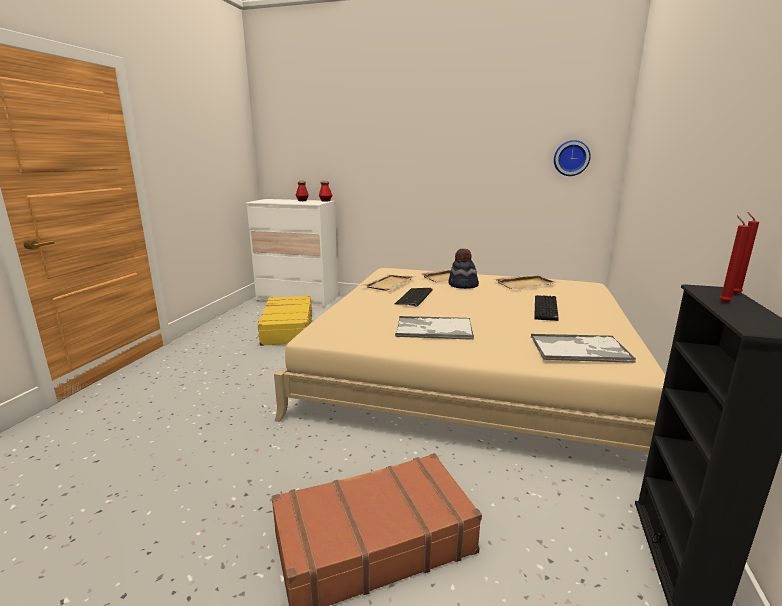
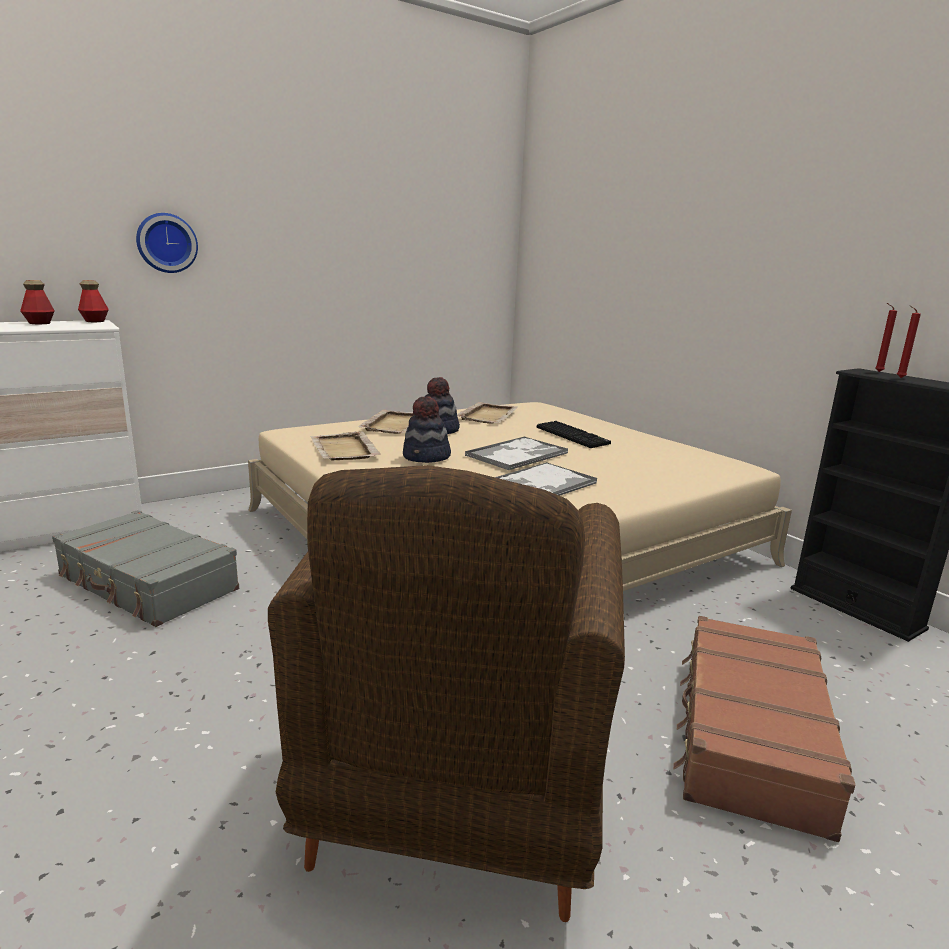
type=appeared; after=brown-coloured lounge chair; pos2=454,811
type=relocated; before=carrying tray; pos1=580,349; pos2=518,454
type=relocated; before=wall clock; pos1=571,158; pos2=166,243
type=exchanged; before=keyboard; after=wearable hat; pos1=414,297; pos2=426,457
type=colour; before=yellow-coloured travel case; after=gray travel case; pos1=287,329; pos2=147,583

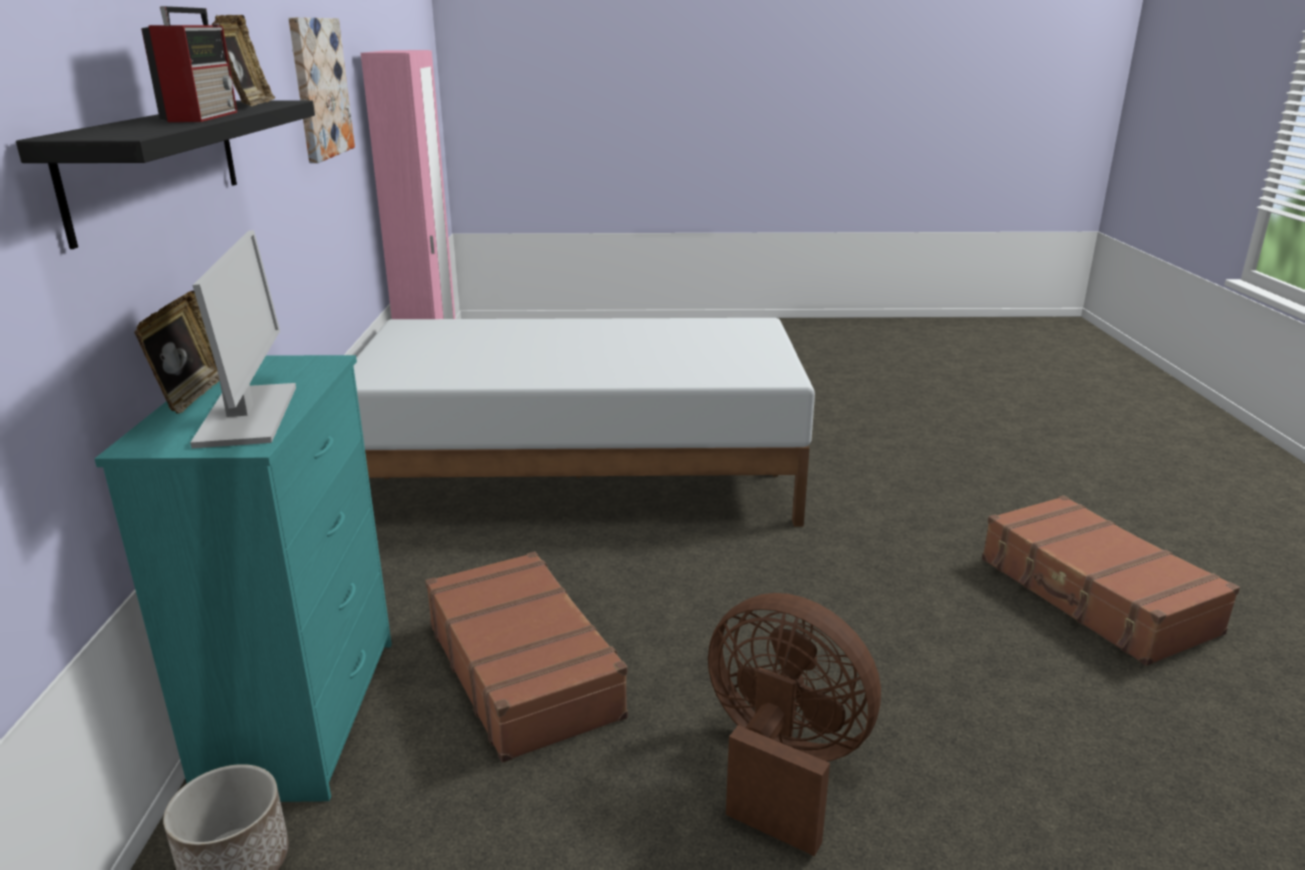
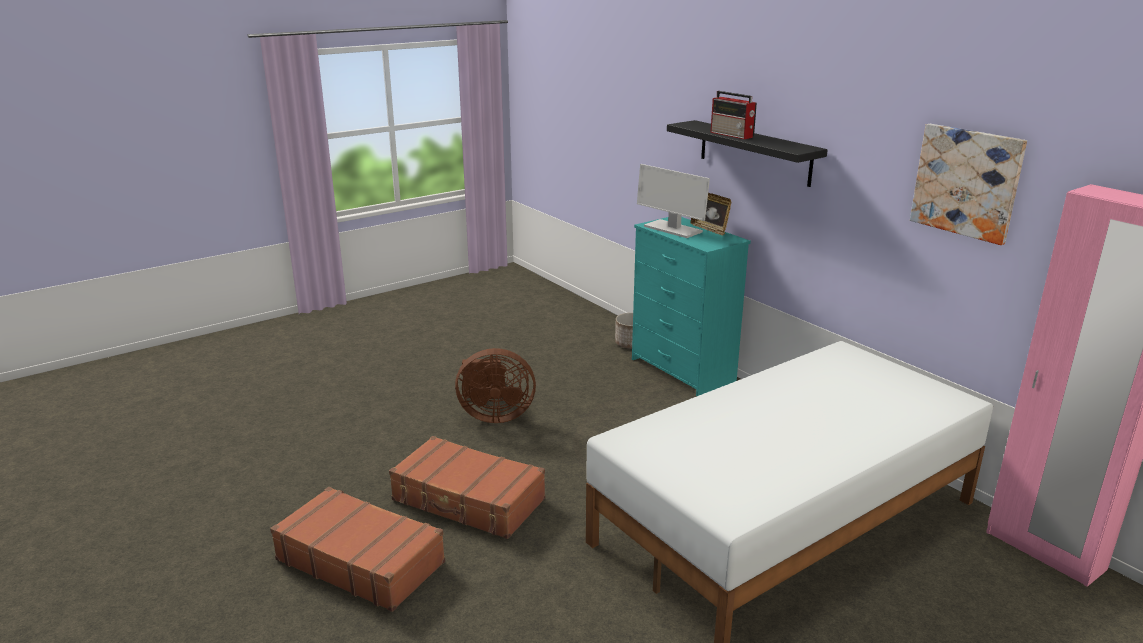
type=missing; before=standing frame; pos1=250,104
type=relocated; before=brown-coloured travel case; pos1=524,669; pos2=468,500

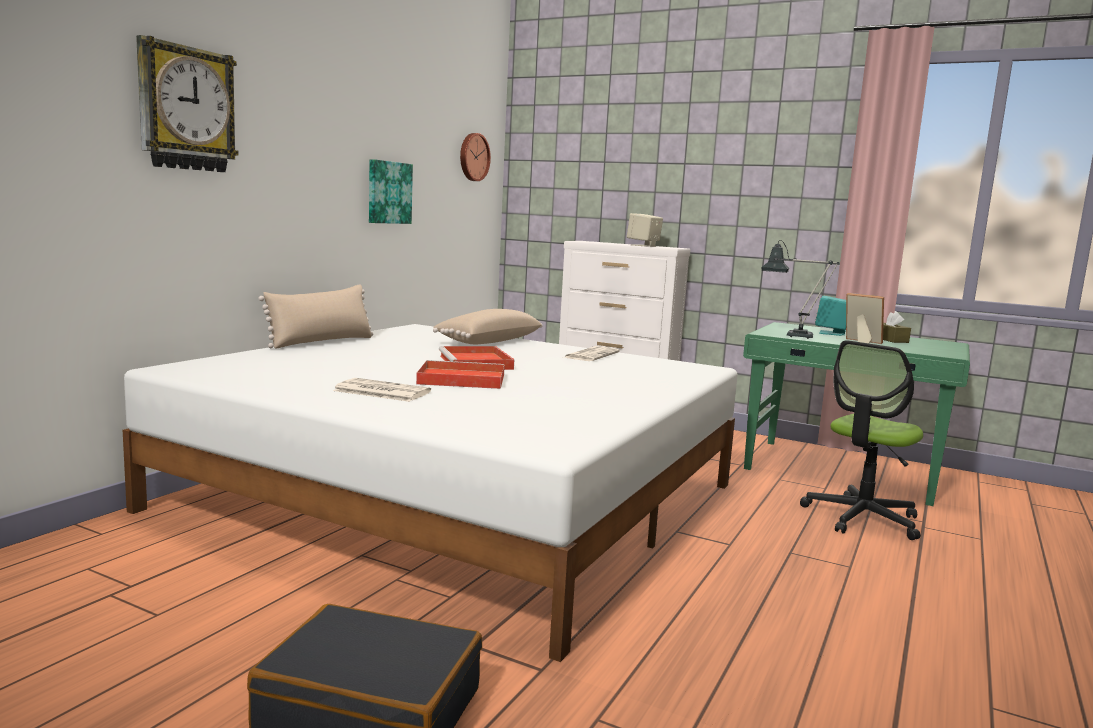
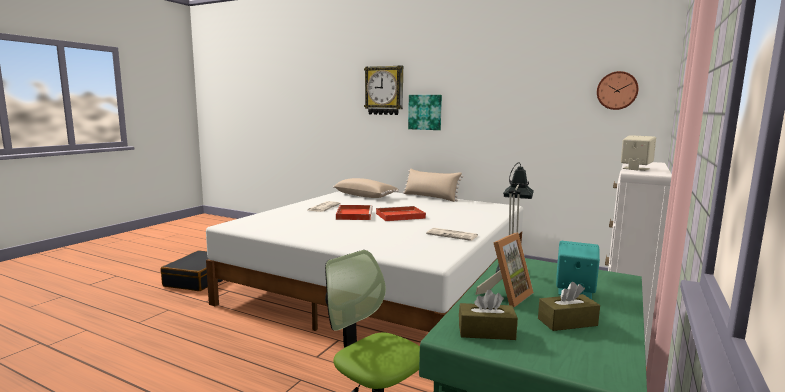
type=appeared; after=brown-coloured tissue holder; pos2=486,332
type=relocated; before=wall picture; pos1=388,192; pos2=425,112
type=relocated; before=beige cushion; pos1=488,341; pos2=365,196

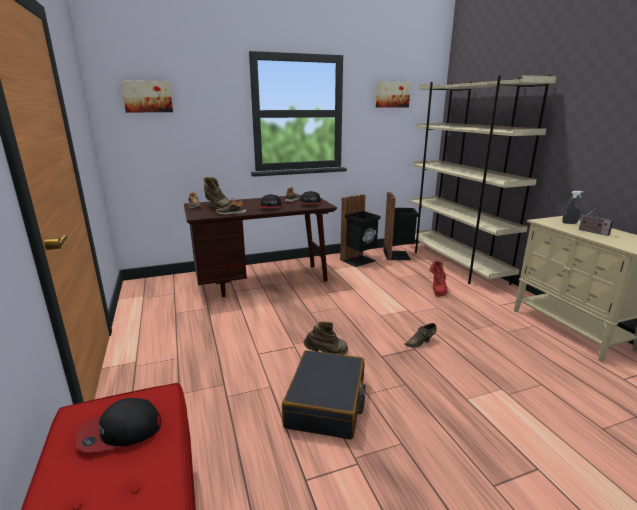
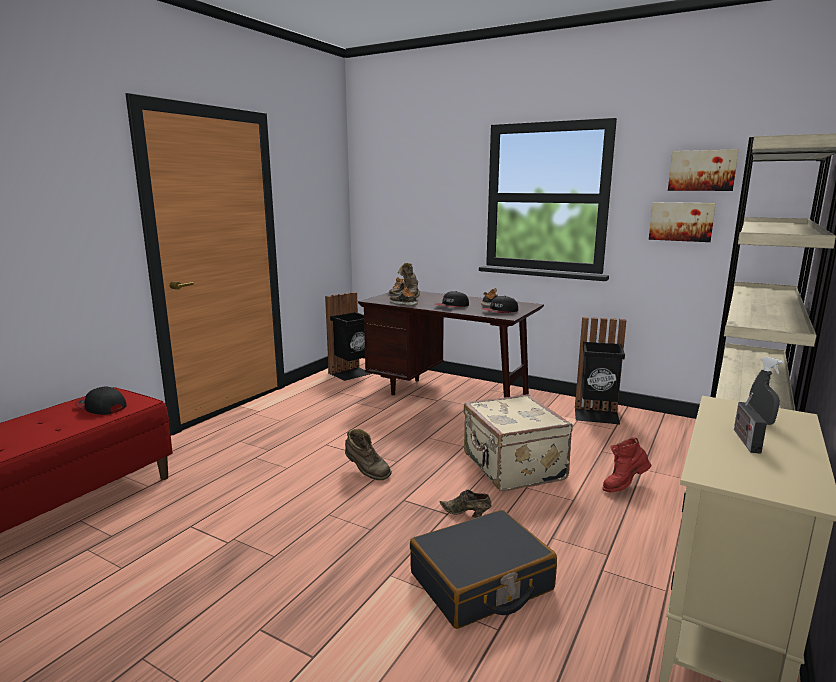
type=appeared; after=beige travel case; pos2=512,467
type=relocated; before=wall picture; pos1=147,96; pos2=681,221
type=relocated; before=black travel case; pos1=327,403; pos2=481,582
type=relocated; before=black trash can; pos1=398,255; pos2=352,373

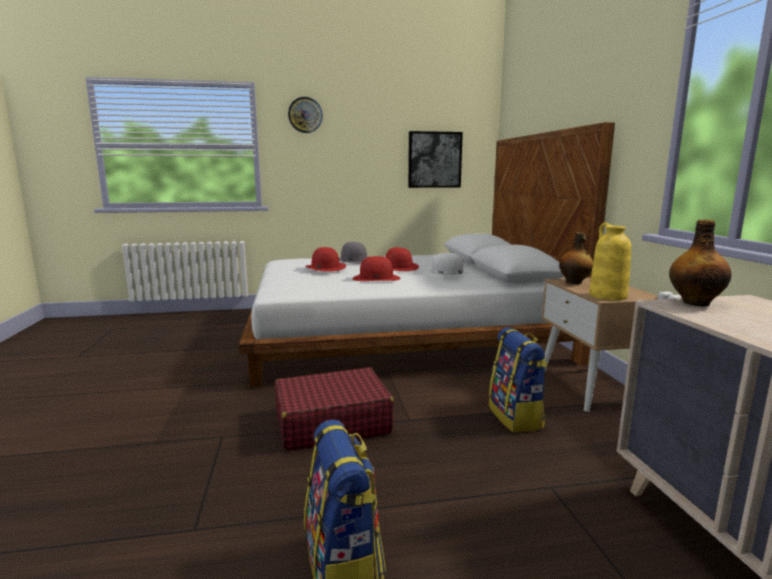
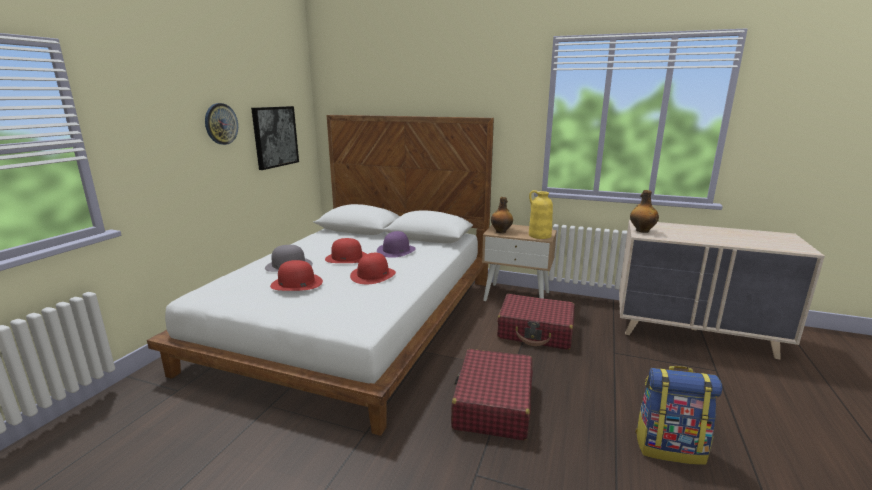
type=relocated; before=wall clock; pos1=305,115; pos2=221,124
type=exchanged; before=knapsack; after=reddish travel case; pos1=516,417; pos2=536,331
type=colour; before=white-coloured wearable hat; after=purple wearable hat; pos1=447,274; pos2=396,250

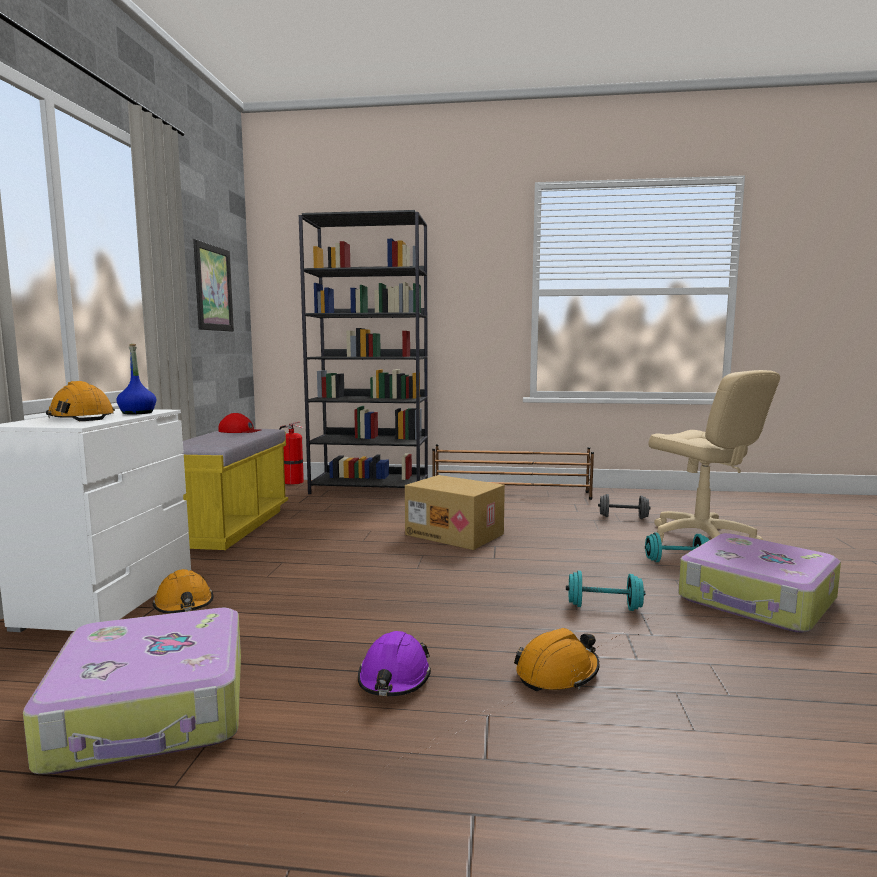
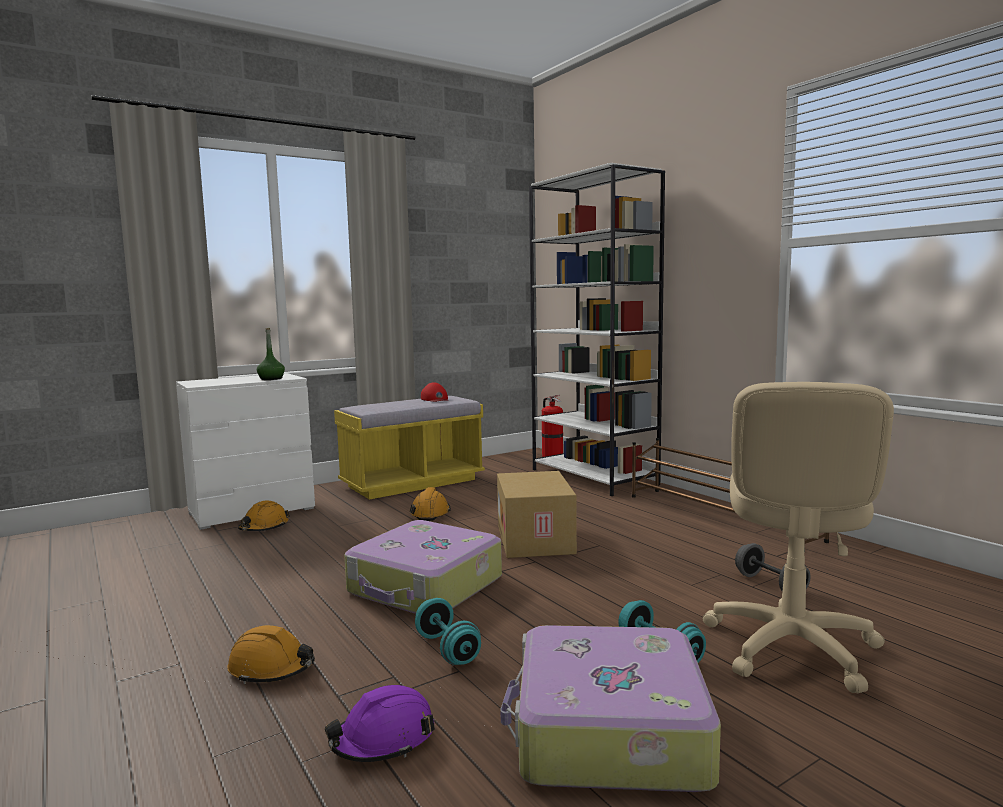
type=missing; before=wall picture; pos1=213,288
type=relocated; before=travel case; pos1=153,710; pos2=425,586
type=relocated; before=orangey hard hat; pos1=80,417; pos2=430,513
type=relocated; before=purple hard hat; pos1=394,679; pos2=383,740
type=colour; before=blue-coloured beverage bottle; after=greenish beverage bottle; pos1=137,413; pos2=271,379
type=colour; before=black bookshelf; after=white-coloured bookshelf; pos1=370,489; pos2=594,477

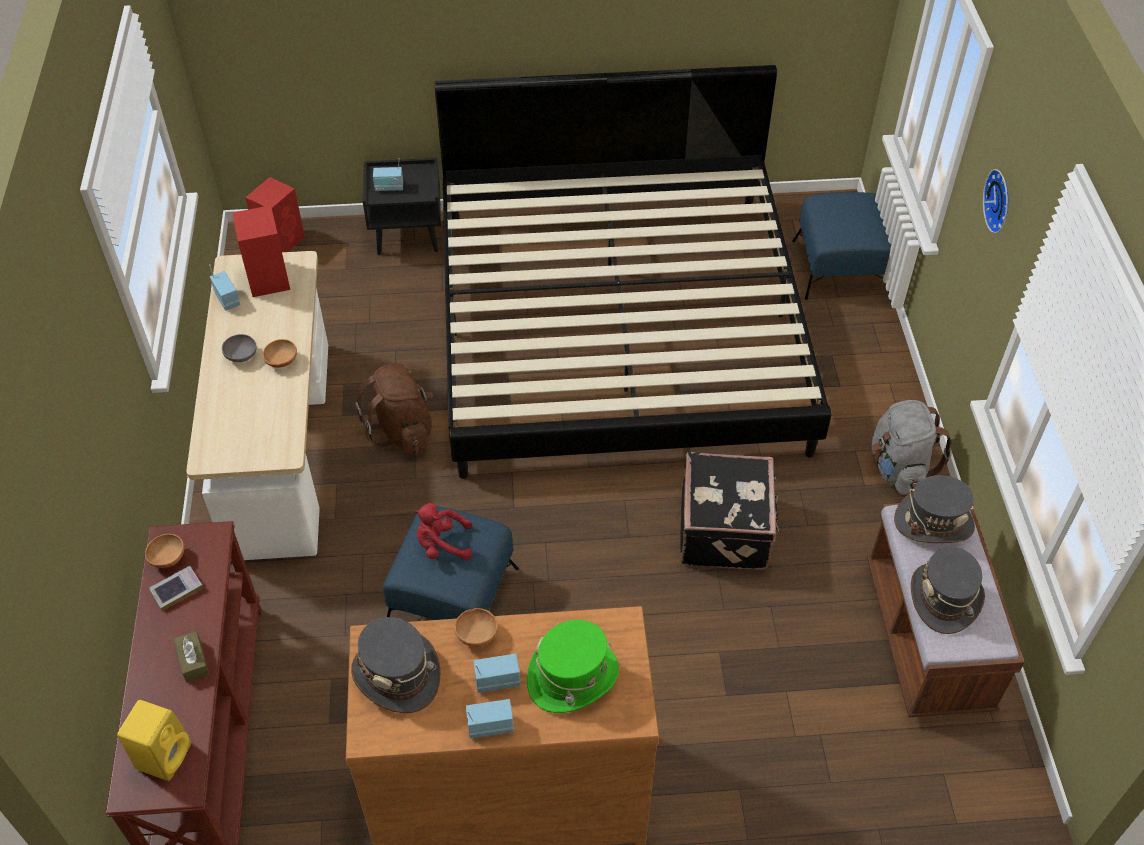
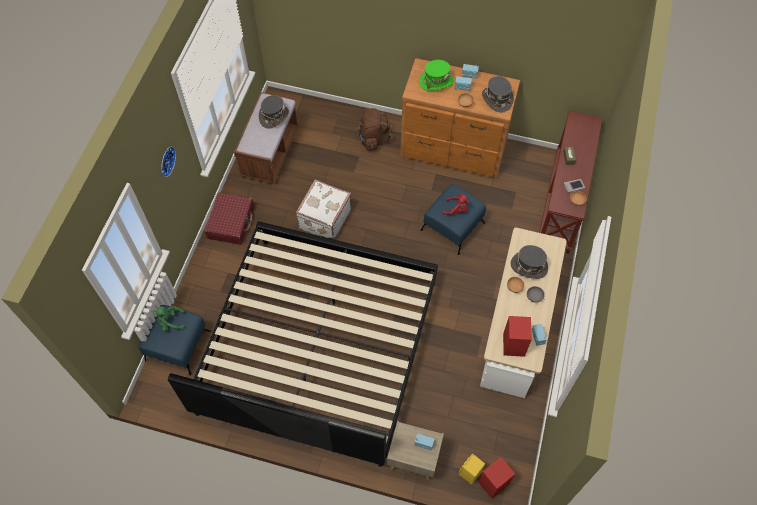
type=appeared; after=greenish plush toy; pos2=171,322
type=relocated; before=yellow-coloured speaker; pos1=164,754; pos2=470,473
type=relocated; before=brown-coloured knapsack; pos1=402,431; pos2=372,139
type=relocated; before=gray wearable hat; pos1=934,522; pos2=529,266
type=exchanged; before=gray knapsack; after=reddish travel case; pos1=898,469; pos2=231,222
type=colour; before=black night table; after=beige night table; pos1=408,236; pos2=413,459
type=colour; before=black travel case; after=white-coloured travel case; pos1=726,530; pos2=323,219

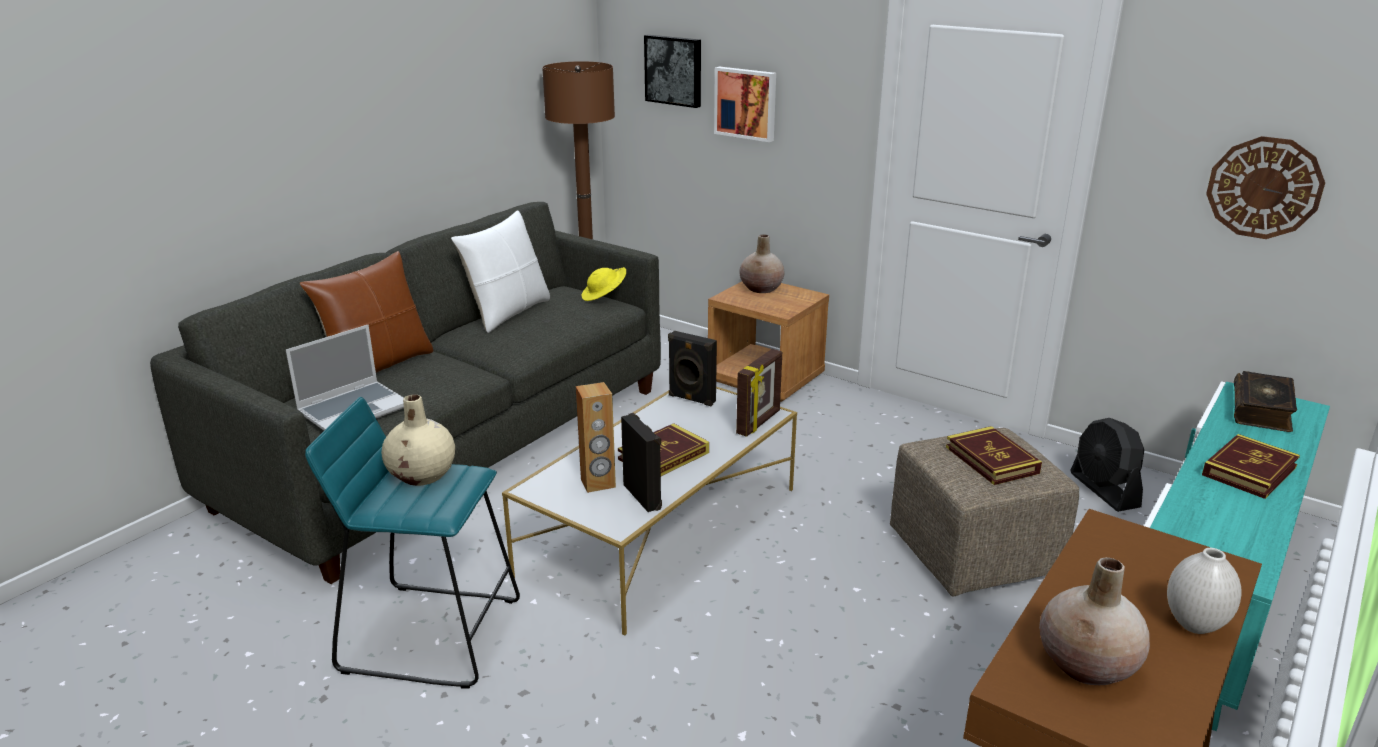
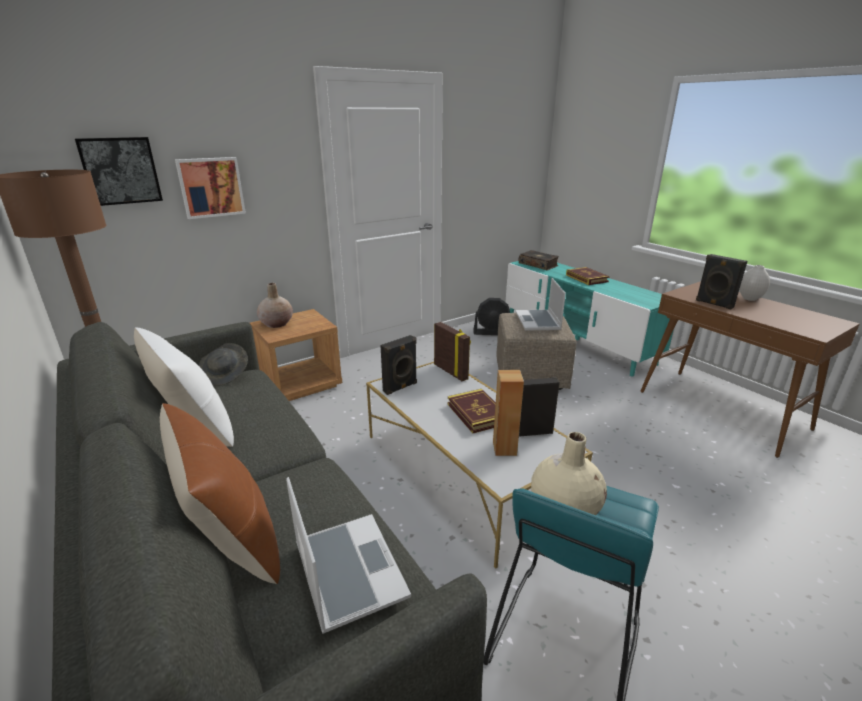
type=missing; before=beige decorative vase; pos1=1087,665
type=missing; before=wall clock; pos1=1264,188
type=appeared; after=black speaker; pos2=714,304
type=exchanged; before=bound book; after=portable computer; pos1=991,460; pos2=538,321
type=colour; before=yellow-coloured wearable hat; after=gray wearable hat; pos1=604,296; pos2=225,374

